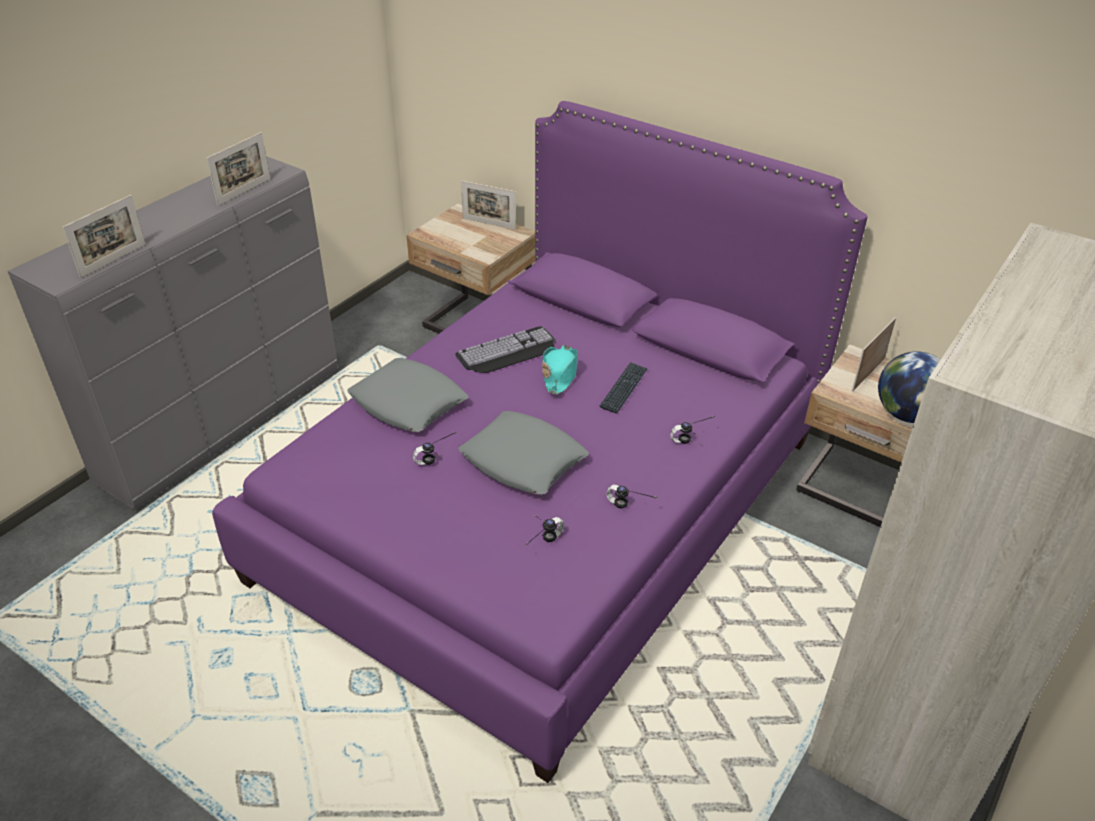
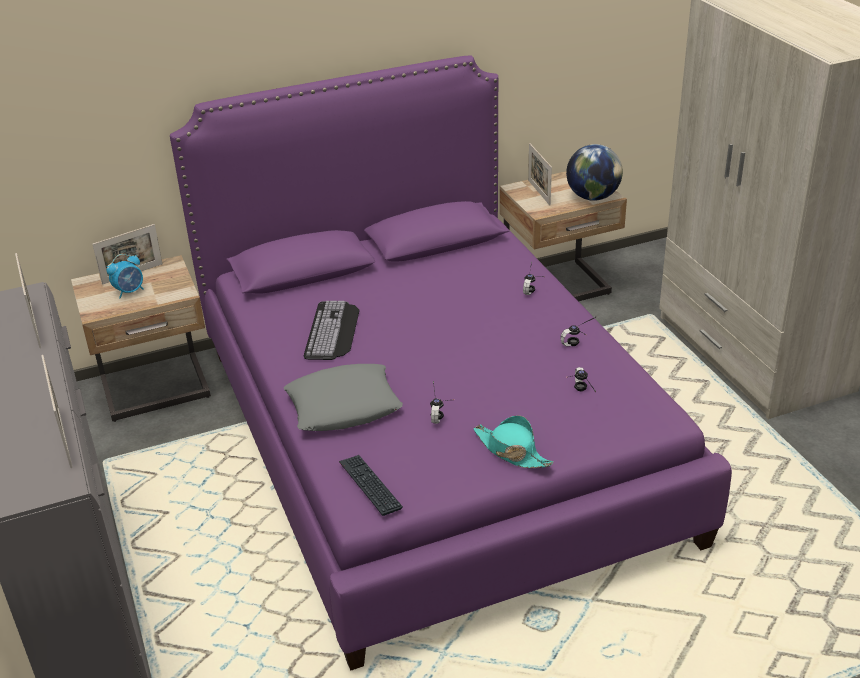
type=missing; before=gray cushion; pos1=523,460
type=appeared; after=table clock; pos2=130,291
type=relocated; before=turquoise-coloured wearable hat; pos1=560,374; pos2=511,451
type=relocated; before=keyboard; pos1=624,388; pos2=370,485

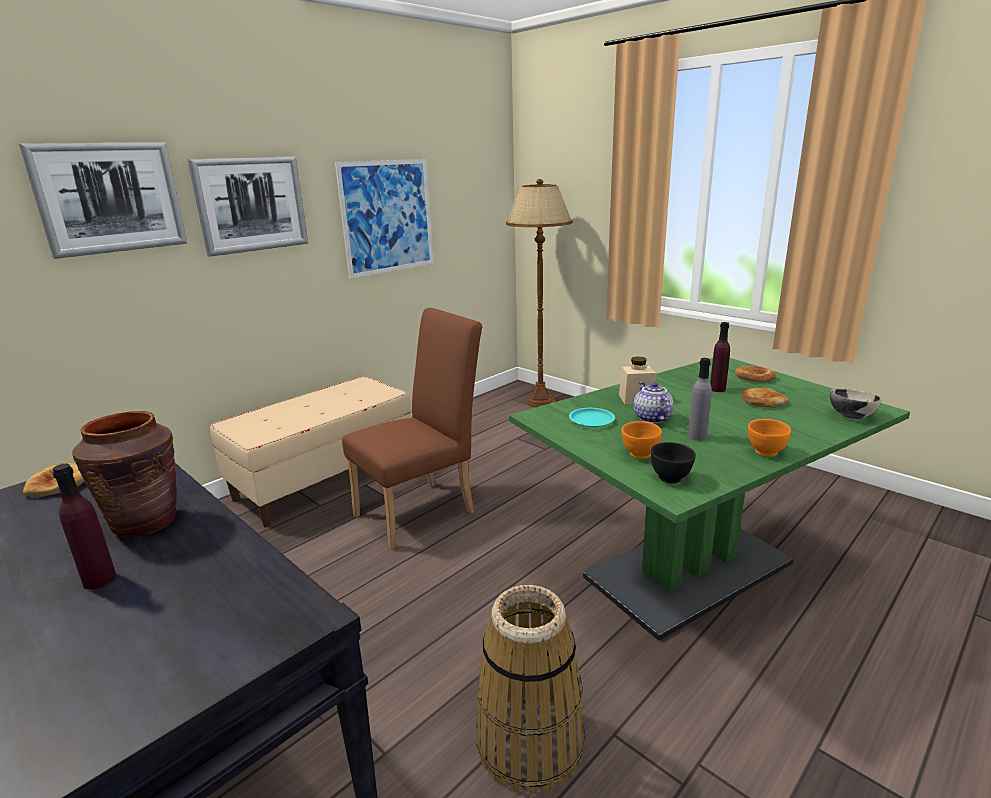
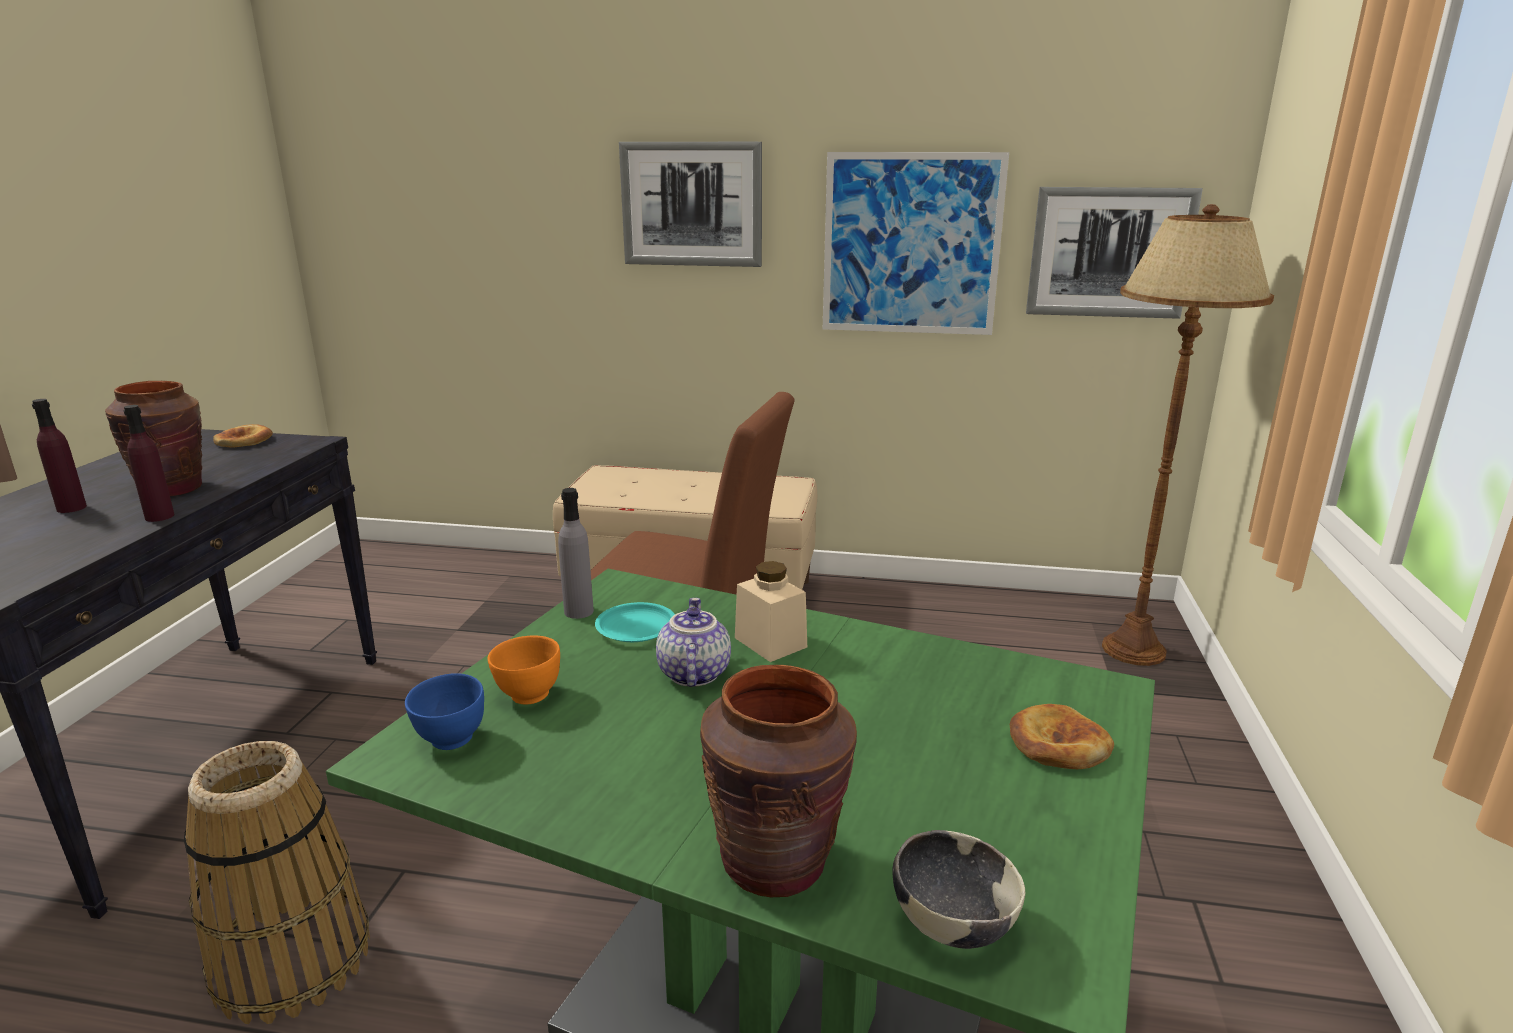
type=missing; before=bakery bread; pos1=763,401
type=missing; before=orangey serving bowl; pos1=765,452
type=appeared; after=brown-coloured decorative vase; pos2=775,862
type=relocated; before=wall picture; pos1=110,198; pos2=1110,252
type=relocated; before=gray beverage bottle; pos1=697,436; pos2=578,611
type=relocated; before=purple beverage bottle; pos1=717,389; pos2=159,516
type=colour; before=black serving bowl; after=blue-coloured serving bowl; pos1=670,478; pos2=451,740
type=spun; before=pot for tea; pos1=651,418; pos2=692,673; turn=-45

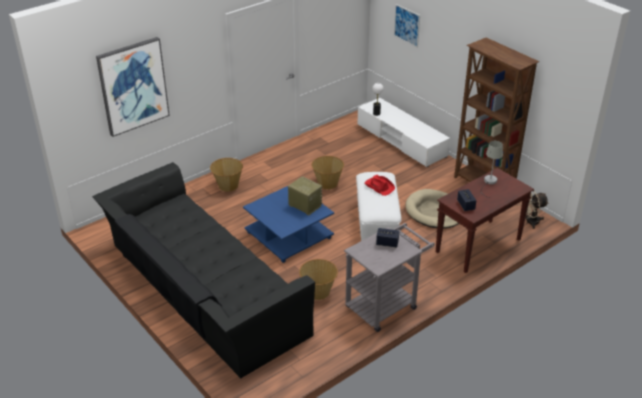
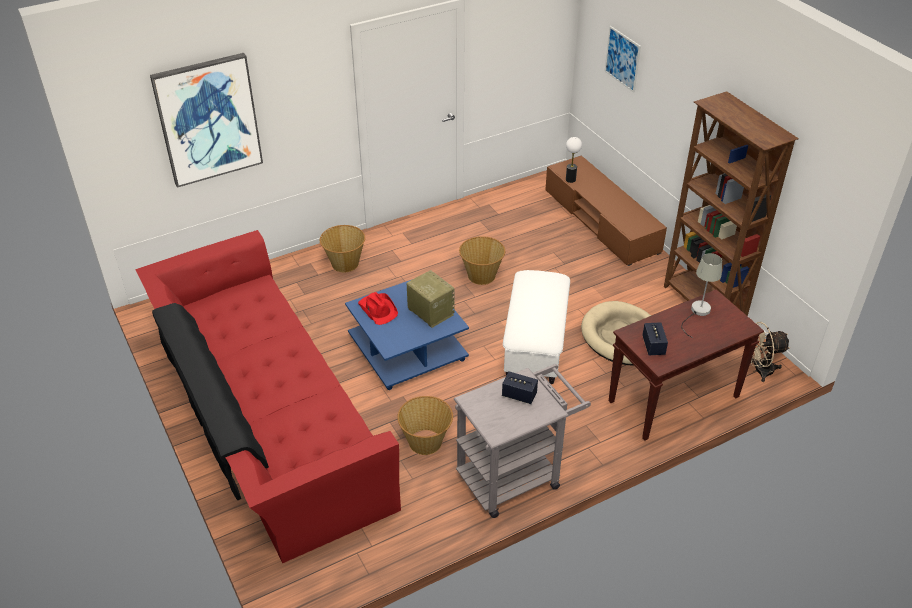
type=relocated; before=reddish wearable hat; pos1=379,186; pos2=378,309
type=colour; before=black couch; after=reddish couch; pos1=201,290; pos2=265,418
type=colour; before=white-coloured media console; after=brown-coloured media console; pos1=401,140; pos2=601,221

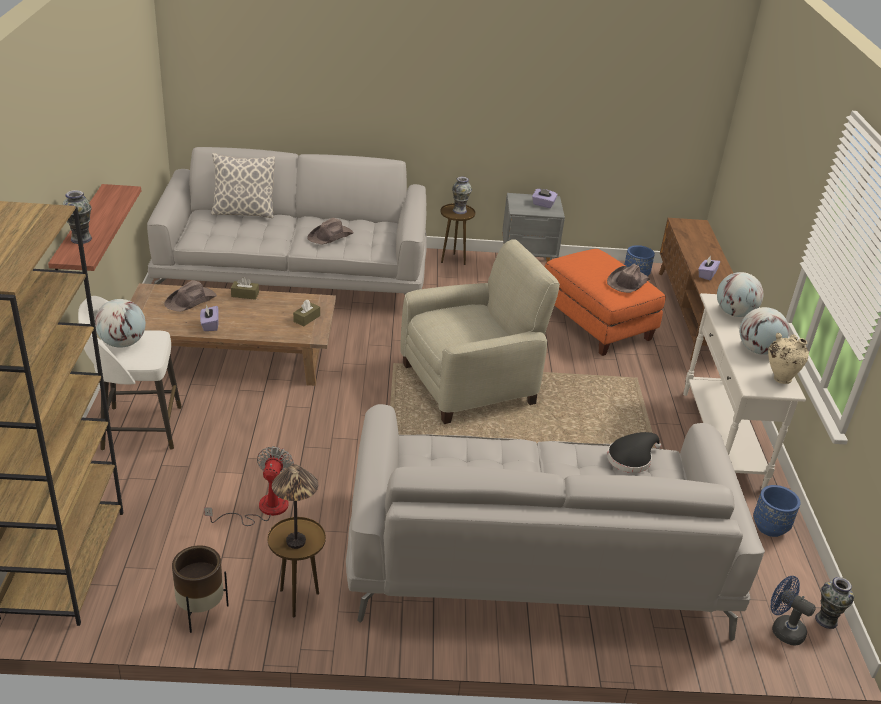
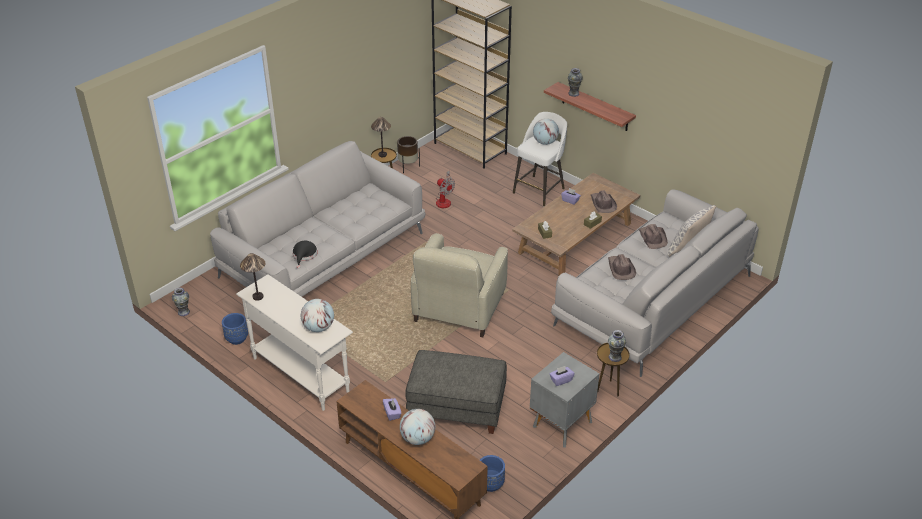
type=missing; before=blue-coloured cooling fan; pos1=782,629
type=relocated; before=brown-coloured wearable hat; pos1=627,282; pos2=653,238
type=relocated; before=desk globe; pos1=758,350; pos2=418,438
type=exchanged; before=beige decorative vase; after=table lamp; pos1=780,378; pos2=257,296
type=colour; before=orangey ottoman; after=gray ottoman; pos1=597,323; pos2=456,408

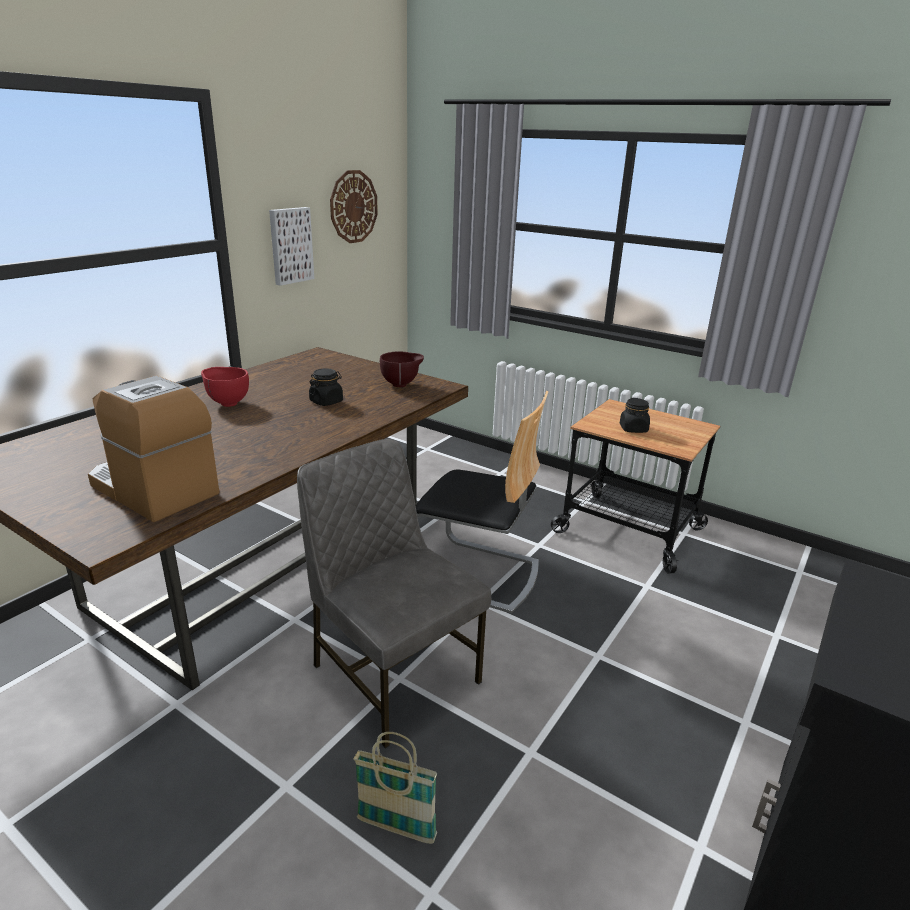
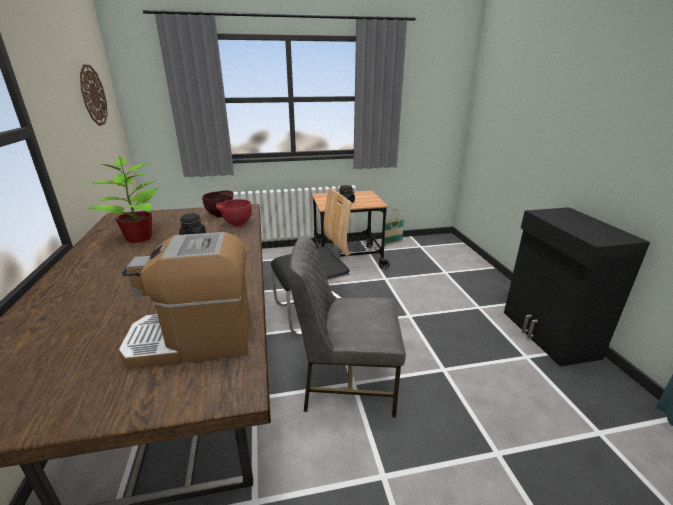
type=missing; before=wall picture; pos1=290,245
type=appeared; after=houseplant; pos2=139,238
type=relocated; before=reddish serving bowl; pos1=227,403; pos2=236,225
type=relocated; before=household basket; pos1=396,828; pos2=392,243

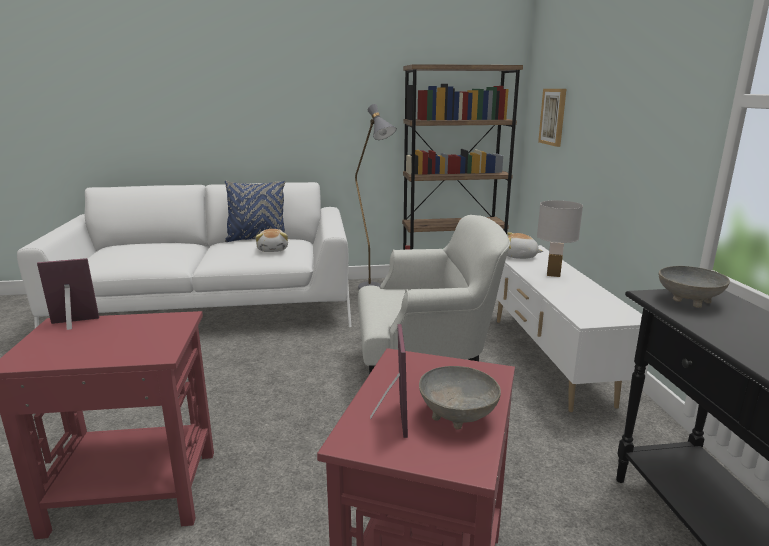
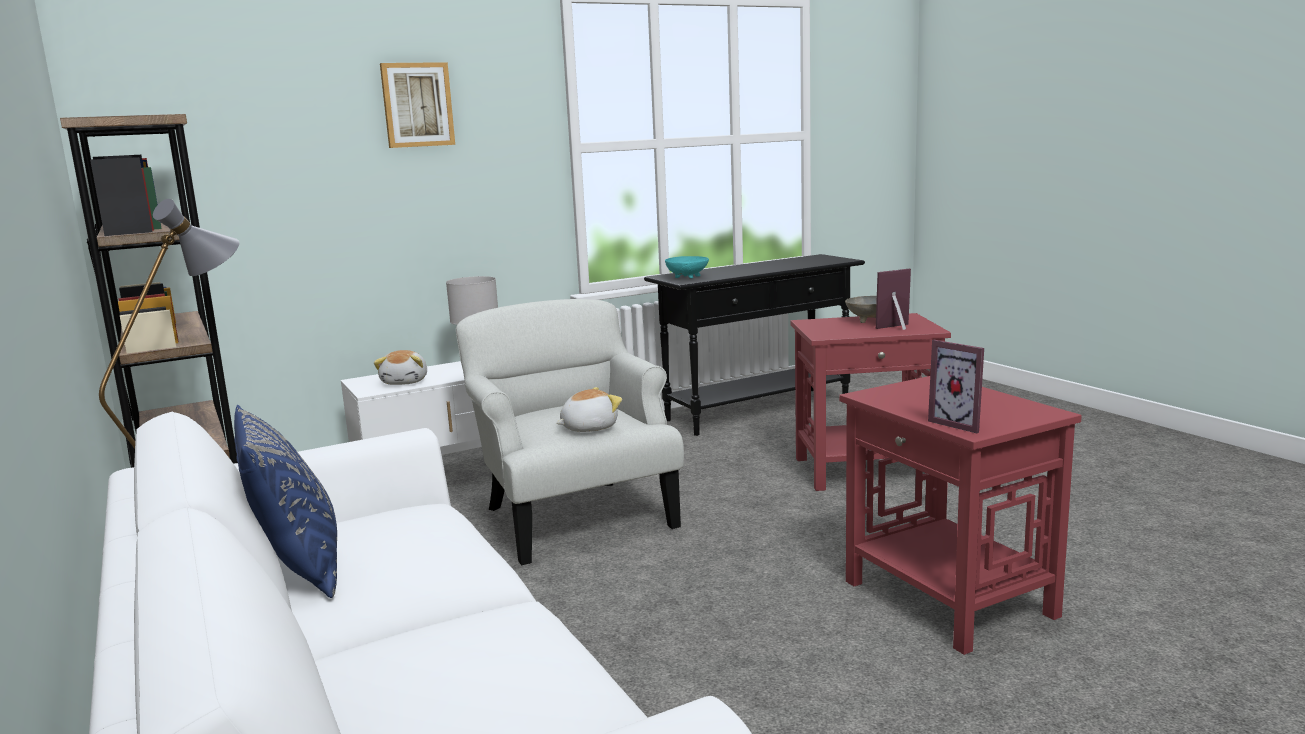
type=relocated; before=plush toy; pos1=273,249; pos2=588,428
type=relocated; before=wall picture; pos1=553,116; pos2=417,105
type=colour; before=gray serving bowl; after=turquoise-coloured serving bowl; pos1=688,300; pos2=686,278

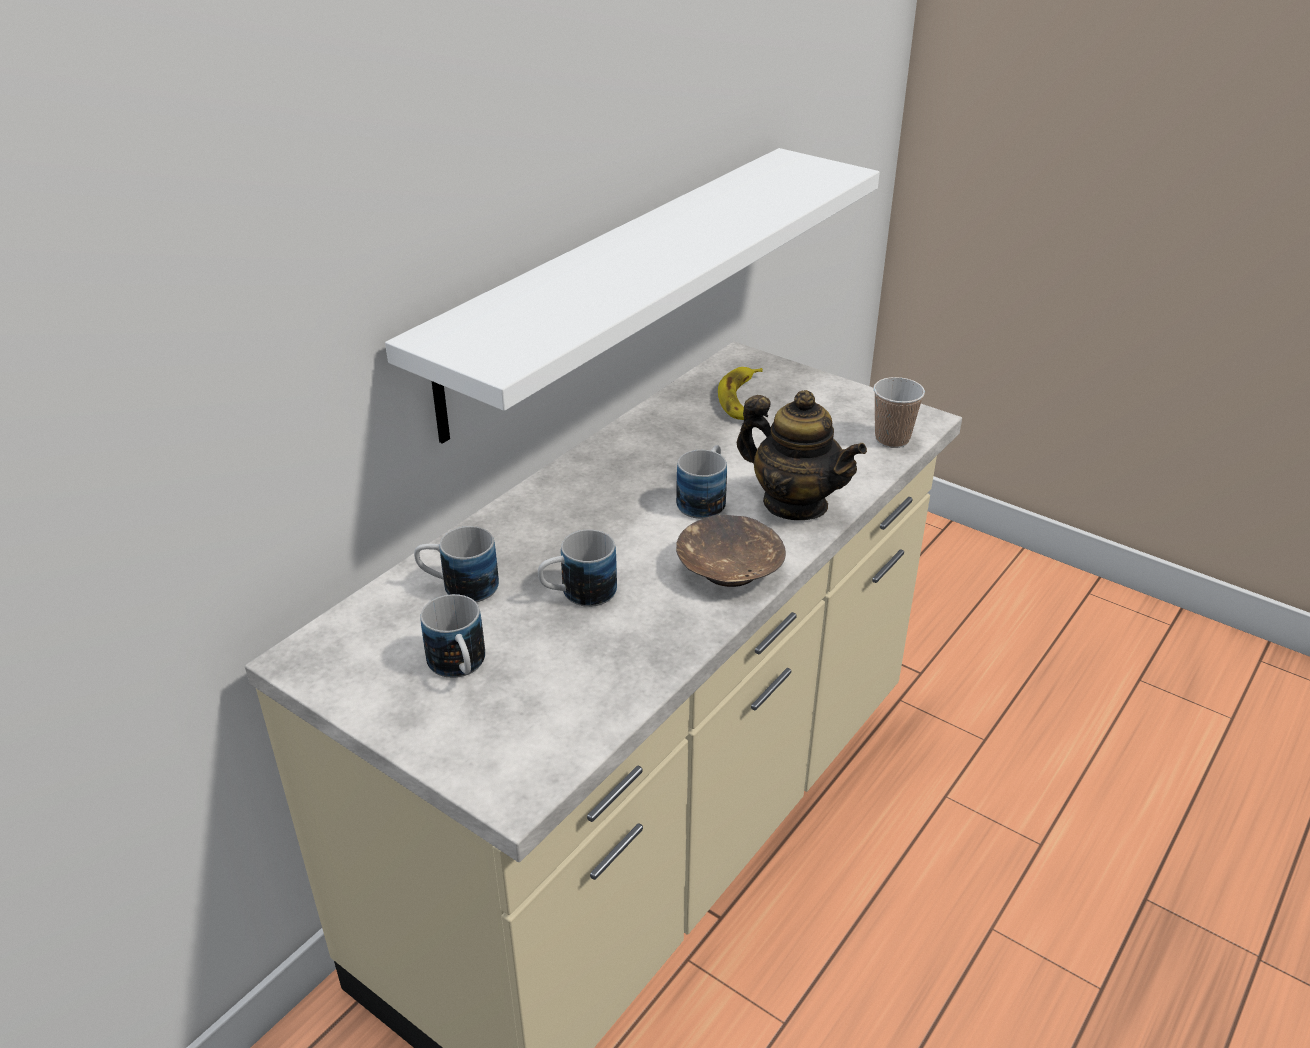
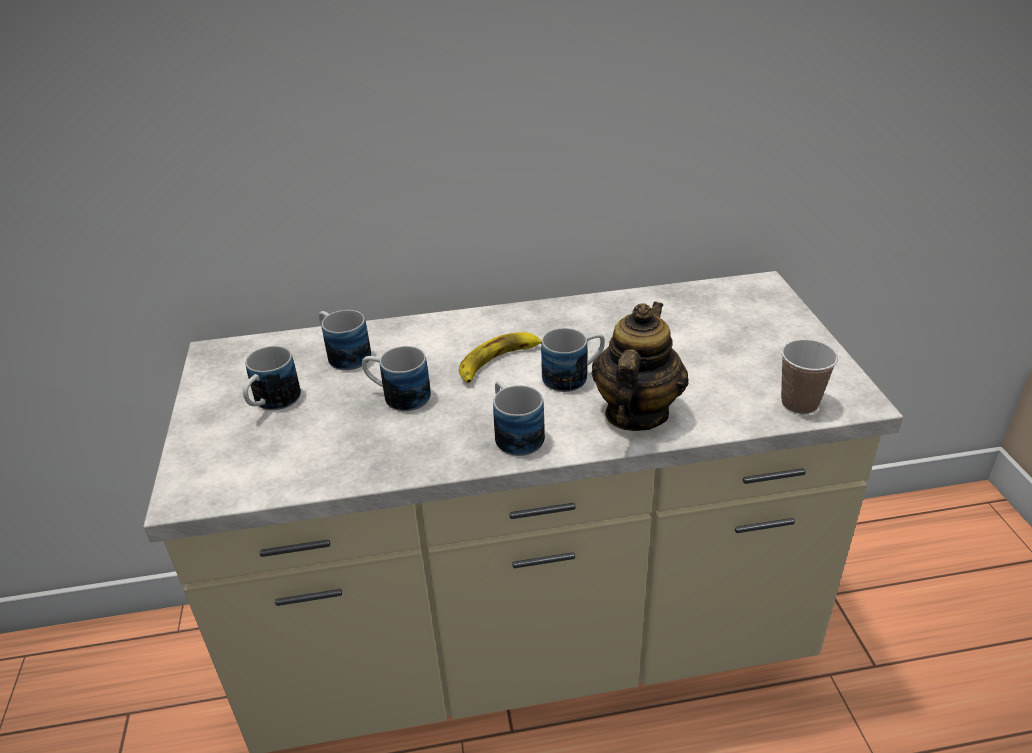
type=missing; before=white-coloured shelf; pos1=616,284
type=relocated; before=whole banana; pos1=742,399; pos2=499,362
type=exchanged; before=brown-coloured serving bowl; after=mug; pos1=728,569; pos2=514,434
type=spun; before=pot for tea; pos1=795,504; pos2=635,413; turn=-150

